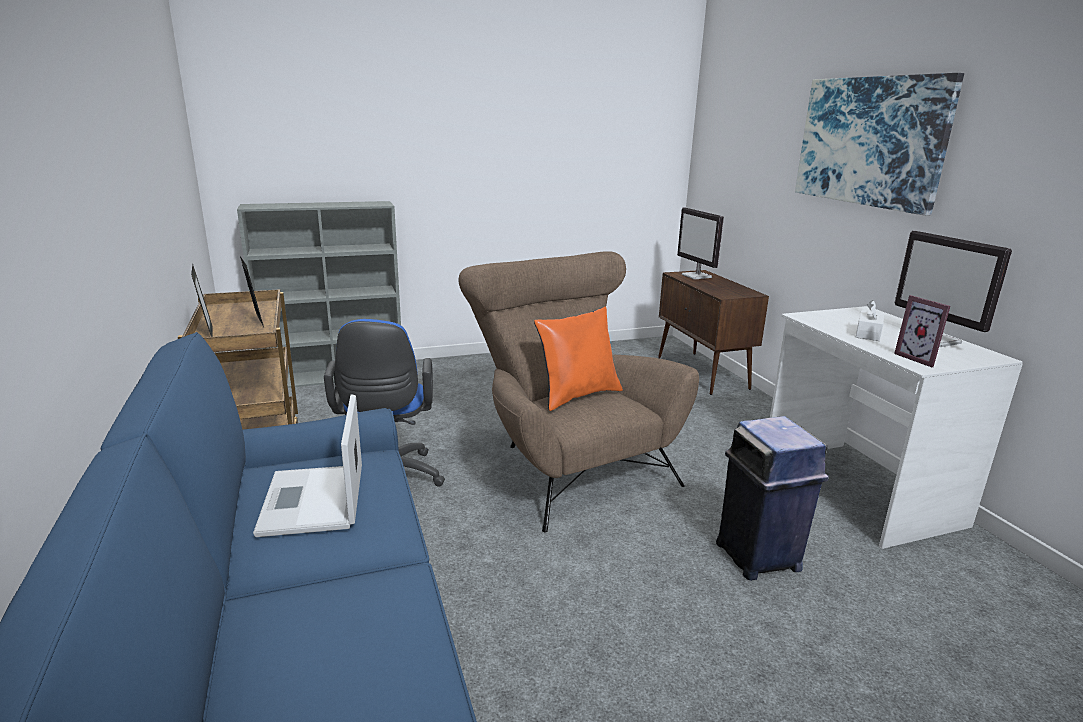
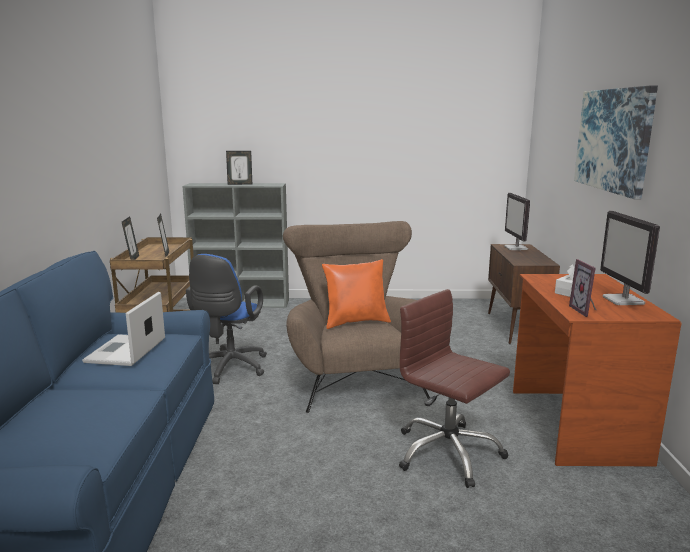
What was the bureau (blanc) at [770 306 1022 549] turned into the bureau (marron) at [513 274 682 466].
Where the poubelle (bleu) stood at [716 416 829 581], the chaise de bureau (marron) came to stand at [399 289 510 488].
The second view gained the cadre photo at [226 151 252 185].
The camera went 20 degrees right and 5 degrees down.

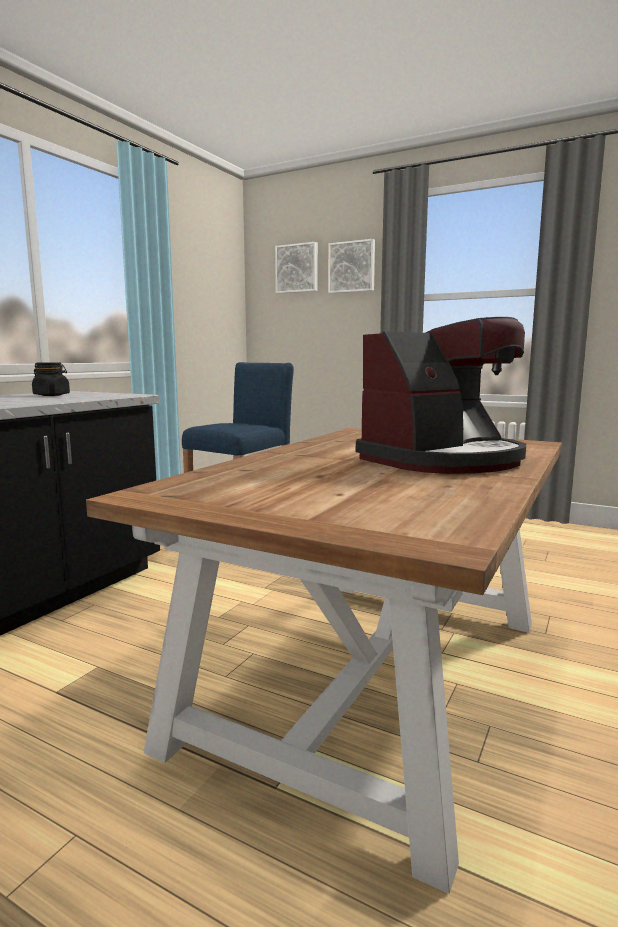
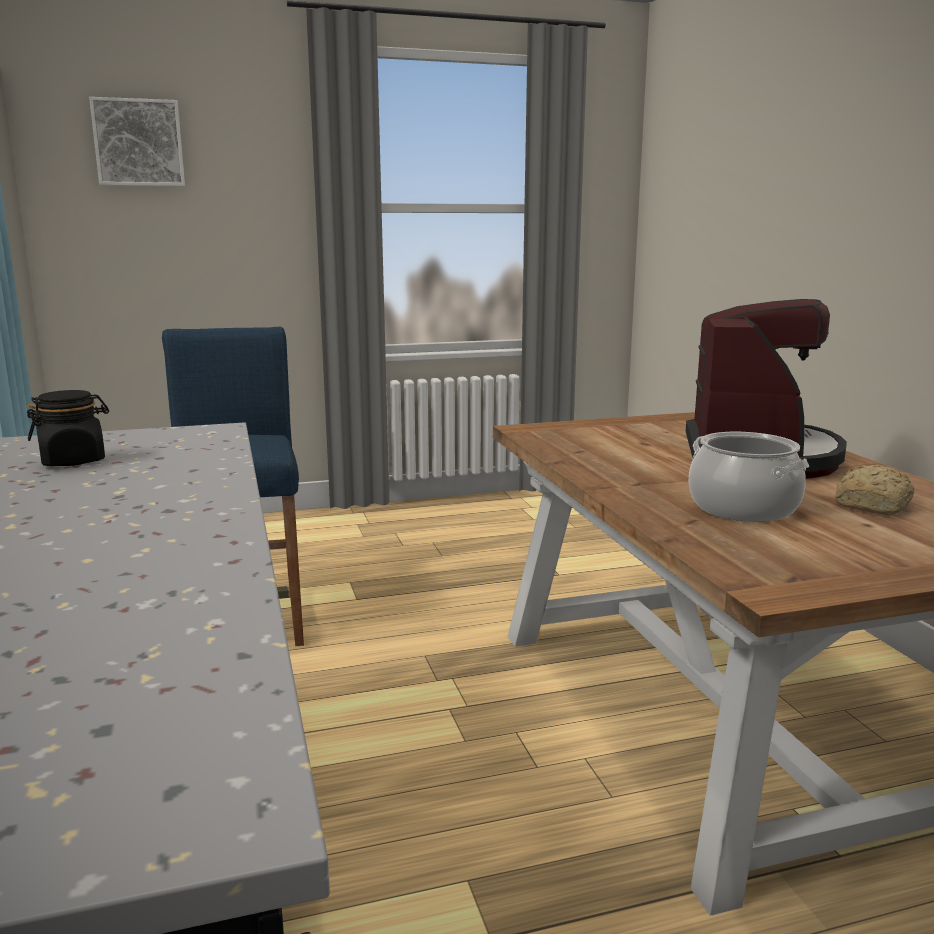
The second view lost the tableau at [328 239 375 293].
The second view gained the marmite at [689 432 809 522].
The second view gained the pain at [835 465 914 515].
The camera went 45 degrees left and 5 degrees up.

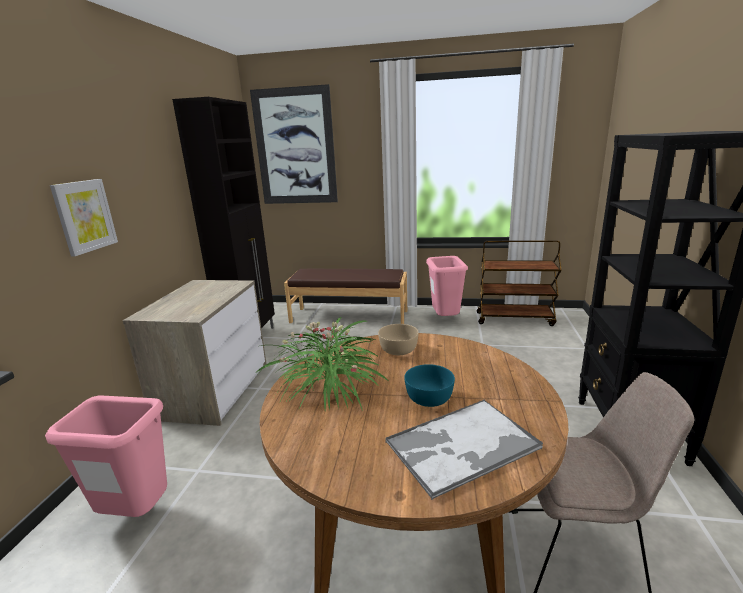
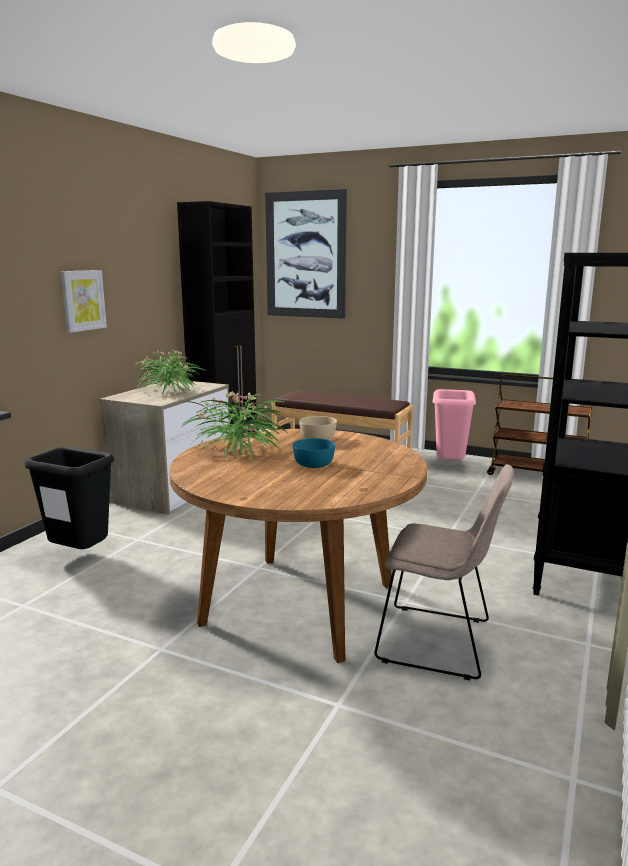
What was the poubelle (rose) at [45 396 167 517] turned into the poubelle (noir) at [25 446 114 549].
The second view lost the plateau at [385 399 543 500].
The second view gained the plante en pot at [136 349 206 395].
The camera went 15 degrees right and 5 degrees down.

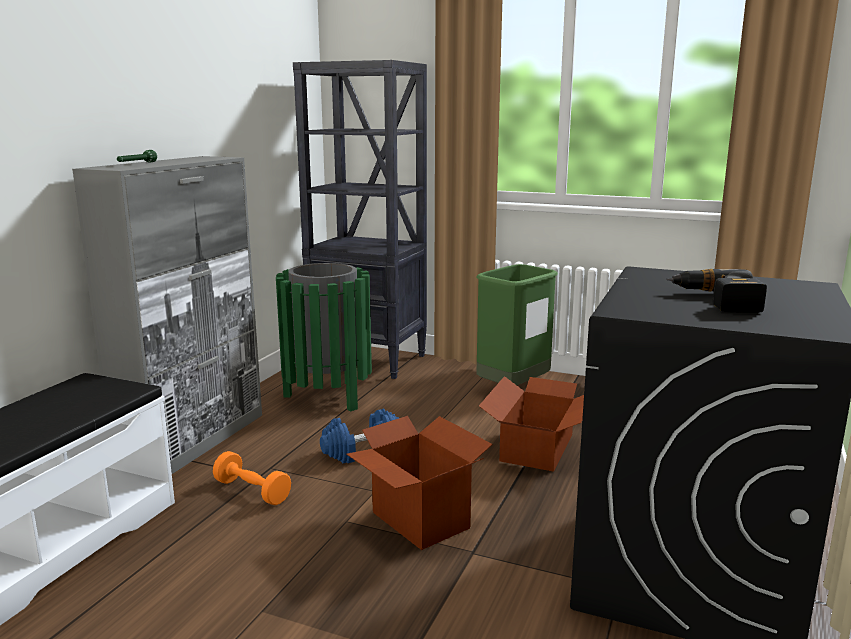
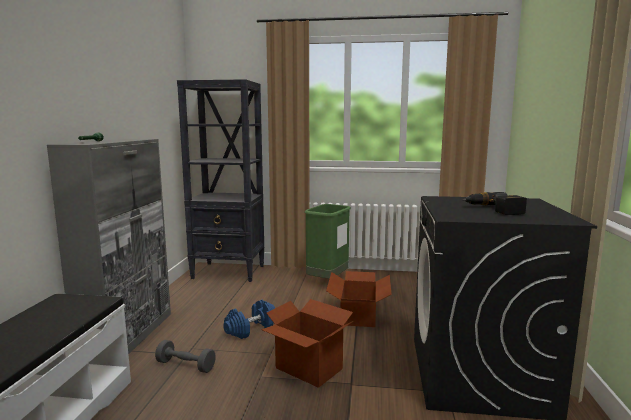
The second view lost the poubelle (vert) at [276 263 372 412].
What was the haltère (orange) at [213 451 291 505] turned into the haltère (gris) at [155 340 216 373].
The camera went 15 degrees left and 5 degrees down.

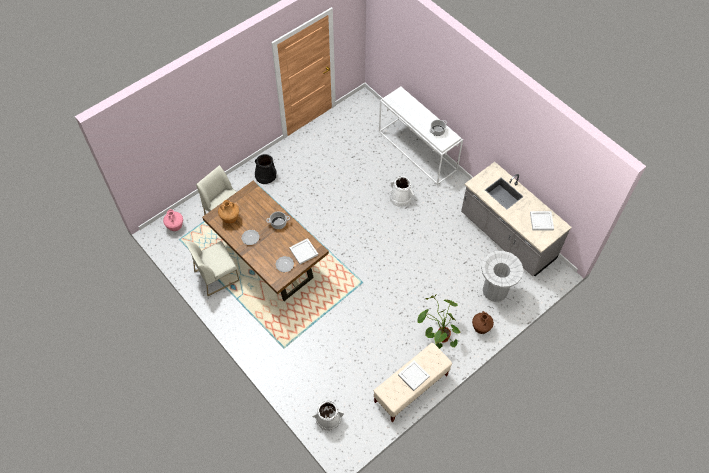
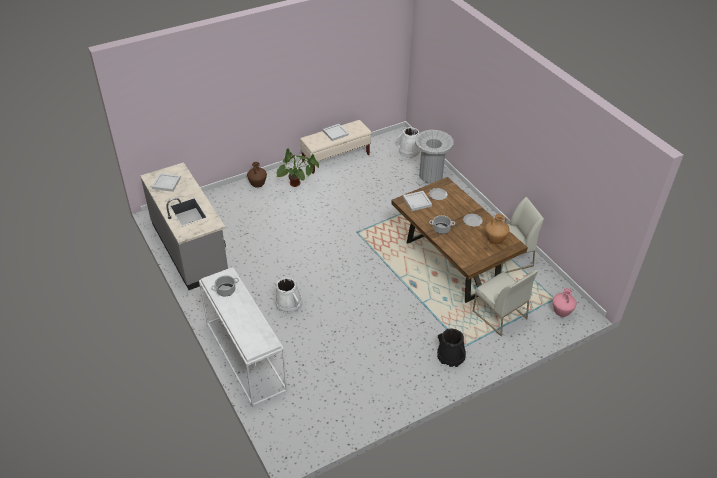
The poubelle (gris) ended up elsewhere, having gone from [477 251 523 308] to [414 130 454 186].
The camera went 170 degrees left and 15 degrees down.

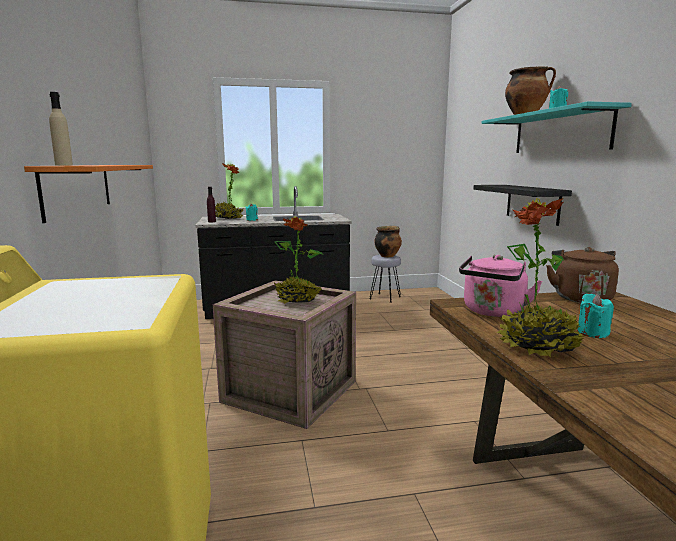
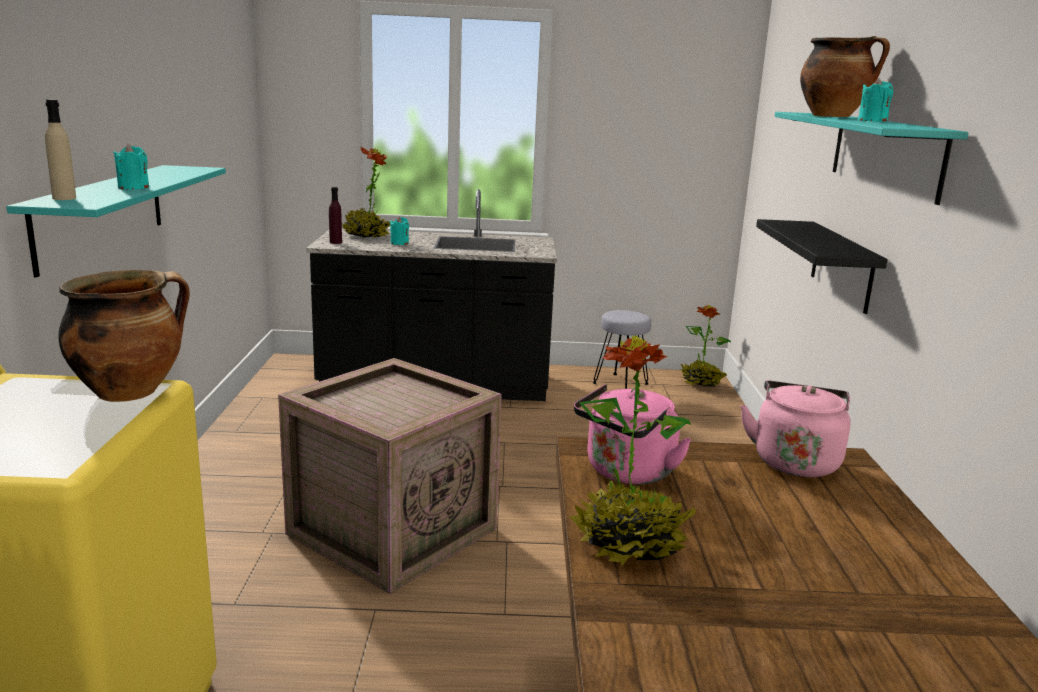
What was the étagère (orange) at [24 165 153 223] turned into the étagère (turquoise) at [6 165 226 277].
The plante en pot ended up elsewhere, having gone from [274 216 322 304] to [681 305 731 386].
The marmite ended up elsewhere, having gone from [374 226 402 257] to [58 270 190 402].
What was the bouilloire (marron) at [546 247 619 303] turned into the bouilloire (rose) at [740 380 851 477].
The bougie (turquoise) ended up elsewhere, having gone from [577 294 614 338] to [113 144 149 190].
The camera went 10 degrees right and 5 degrees up.

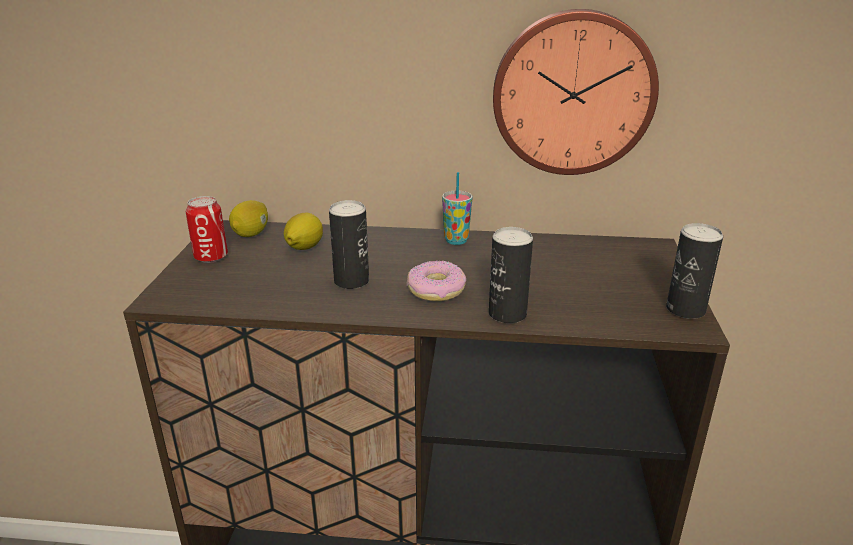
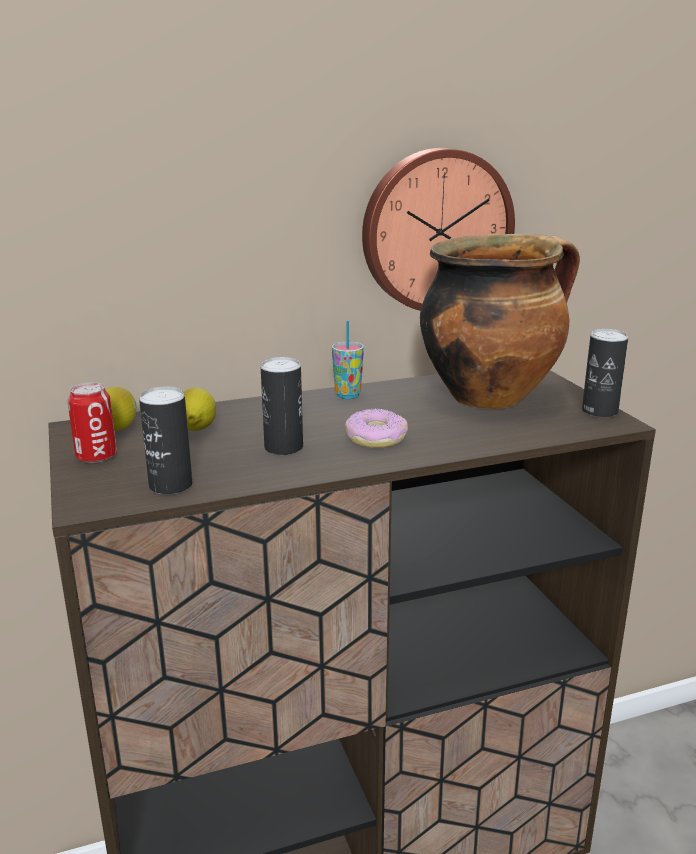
The boîte métallique ended up elsewhere, having gone from [489 227 533 323] to [139 387 192 495].
The second view gained the marmite at [420 234 580 409].
The camera went 25 degrees left and 5 degrees down.

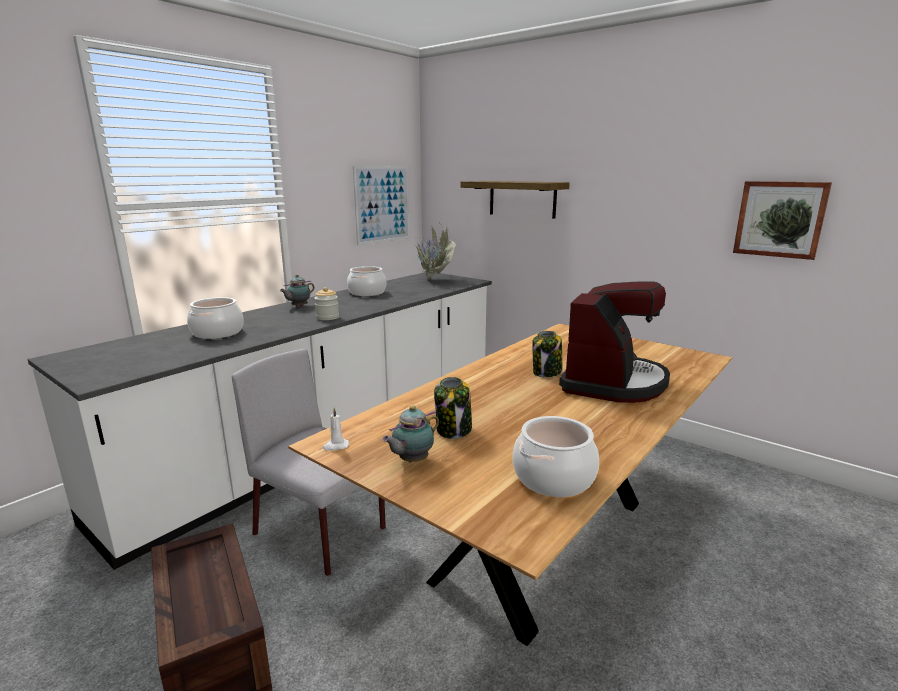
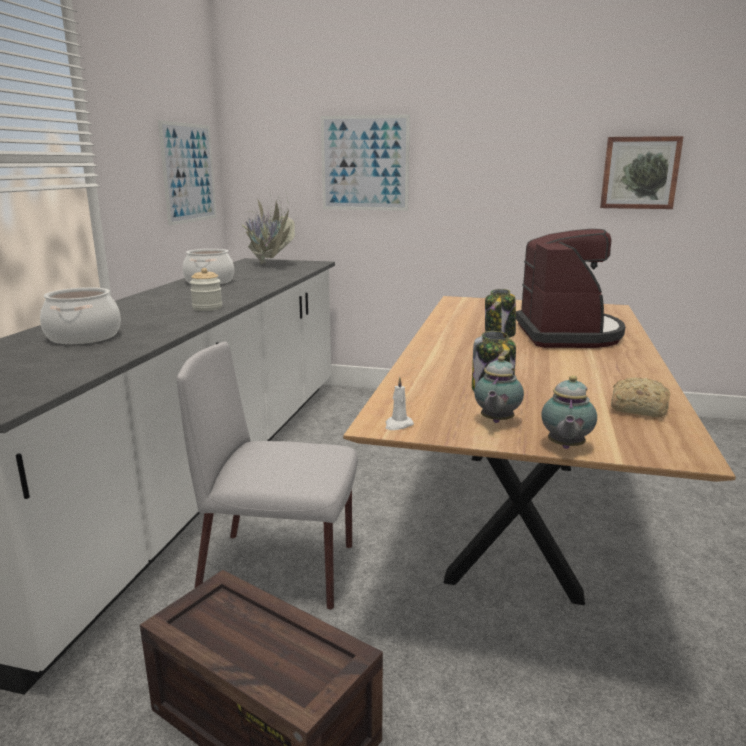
Where the étagère hung at [461 181 570 219], the tableau came to hang at [321 114 410 211].
The théière ended up elsewhere, having gone from [280 275 314 307] to [541 376 597 449].
Where the marmite stood at [513 416 599 497], the pain came to stand at [611 378 670 417].
The camera went 25 degrees left and 0 degrees up.

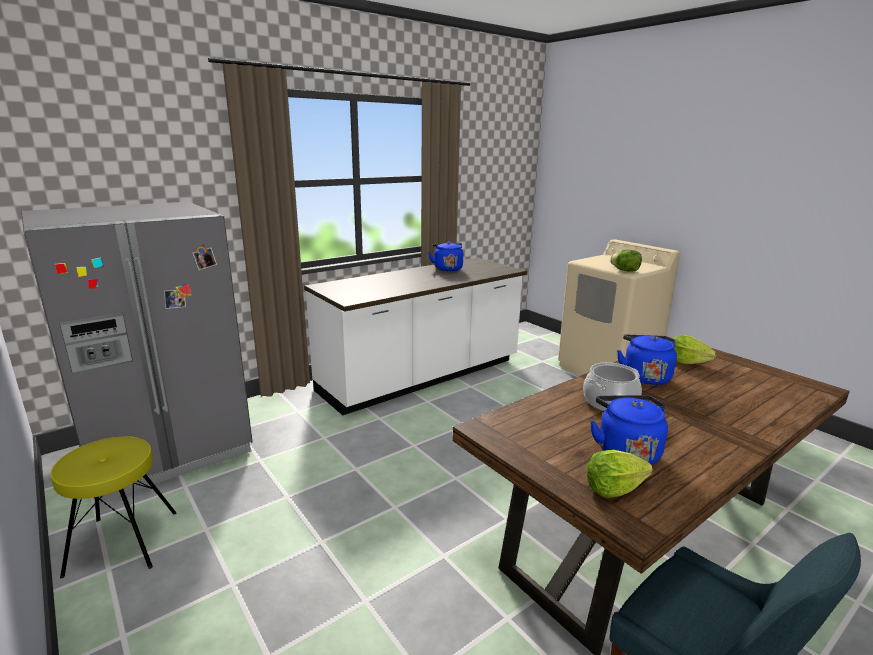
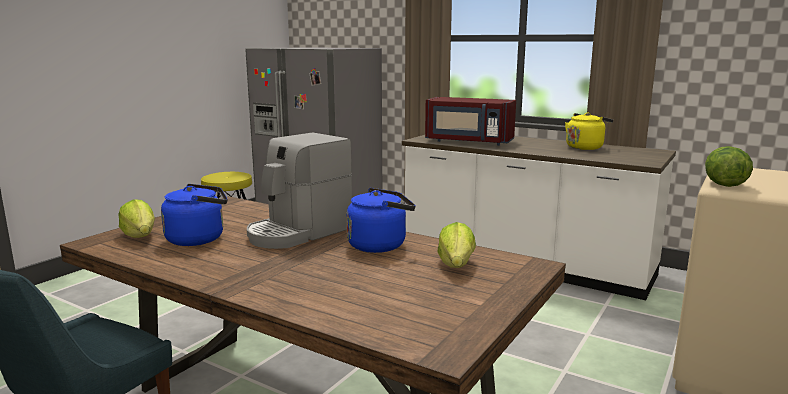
What was the bouilloire (bleu) at [428 242 463 272] turned into the bouilloire (jaune) at [565 112 613 150].
Where the marmite stood at [583 362 642 411], the machine à café came to stand at [247 133 352 249].
The second view gained the micro-ondes (rouge) at [425 97 516 146].
The camera went 70 degrees right and 5 degrees down.

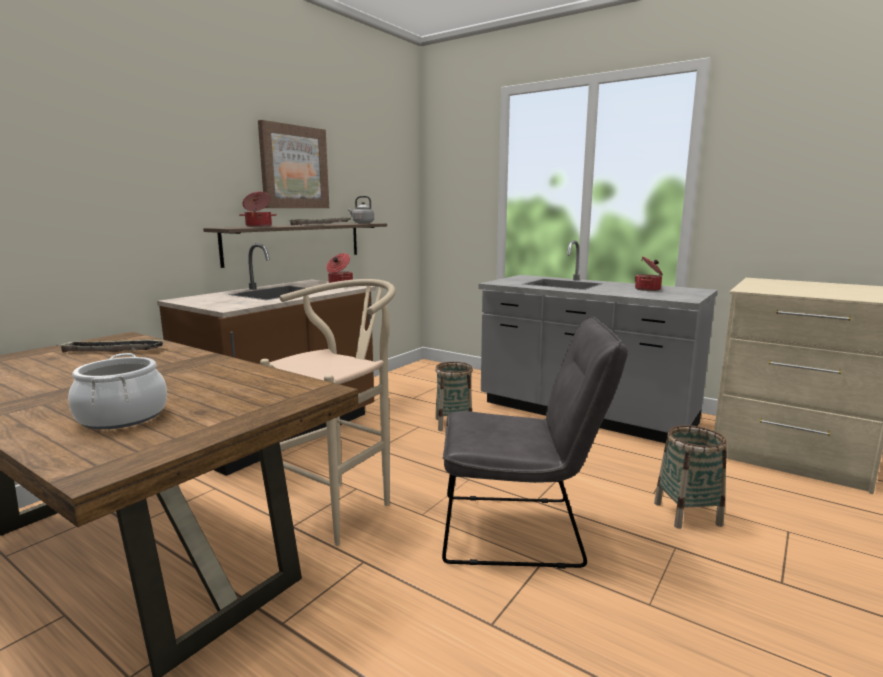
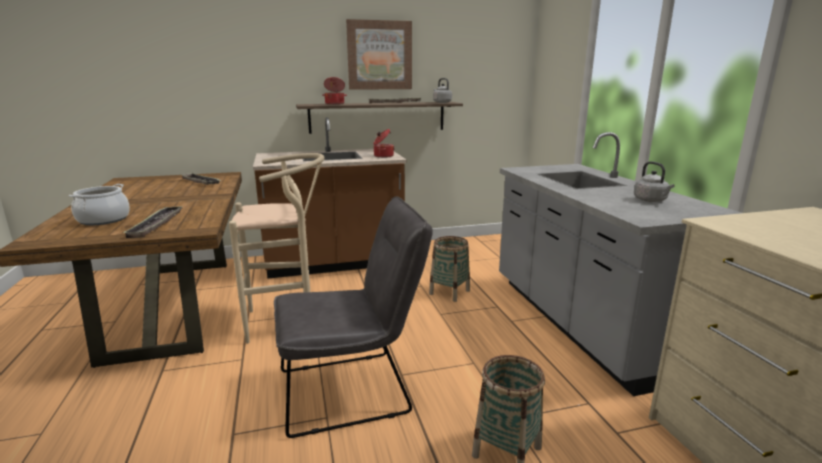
Where the marmite stood at [635 256 663 291], the bouilloire (gris) came to stand at [634 161 675 202].
The chaise (gris) at [442 316 628 569] ended up facing another way, 60 degrees counterclockwise from before.
The second view gained the plateau at [122 206 183 238].
The camera went 40 degrees right and 5 degrees up.

